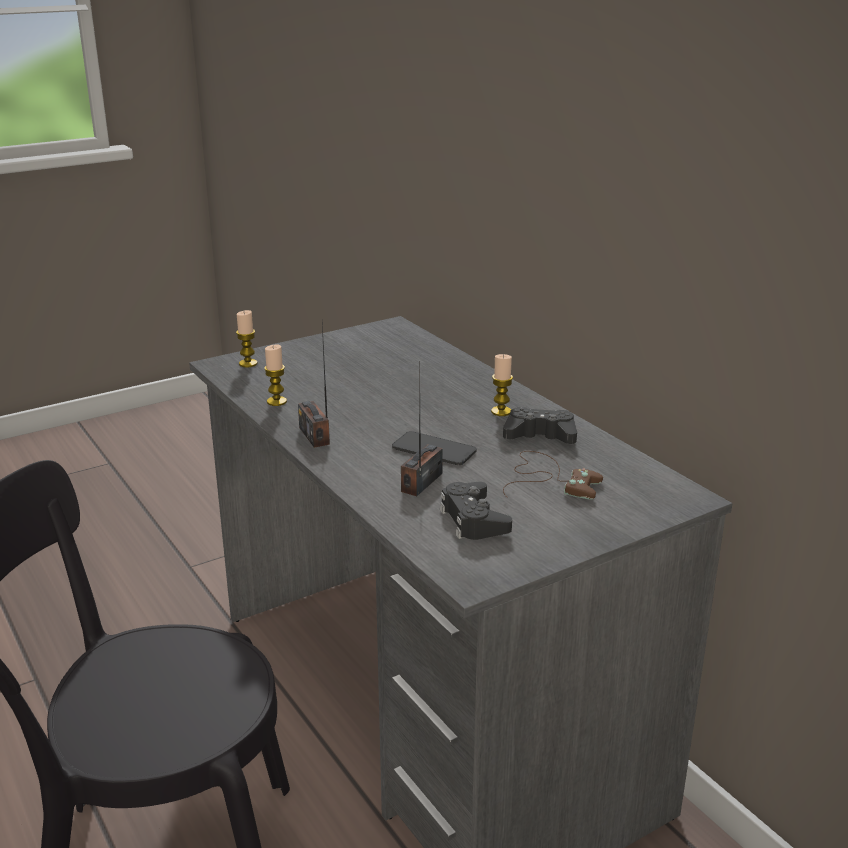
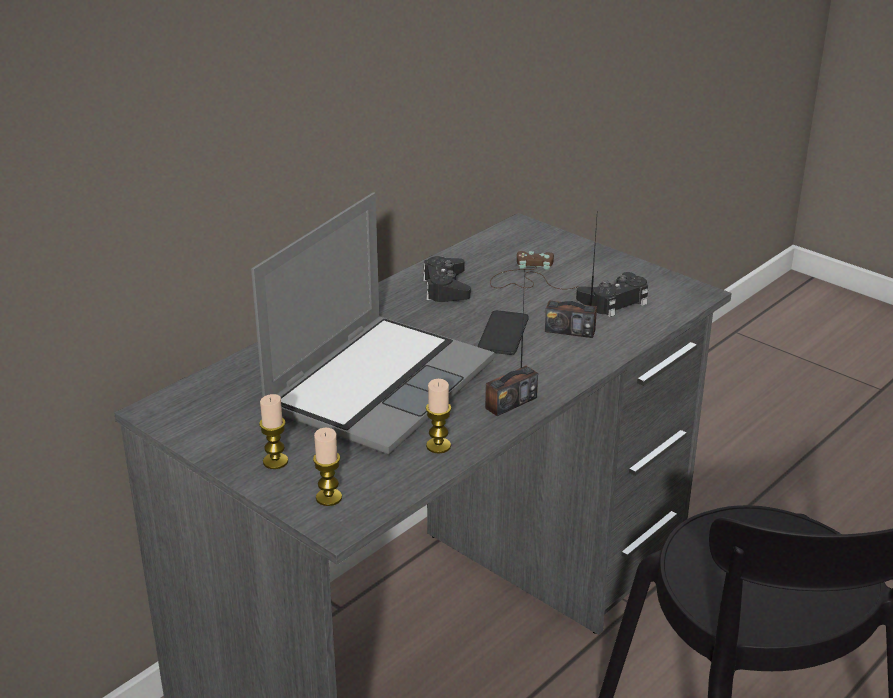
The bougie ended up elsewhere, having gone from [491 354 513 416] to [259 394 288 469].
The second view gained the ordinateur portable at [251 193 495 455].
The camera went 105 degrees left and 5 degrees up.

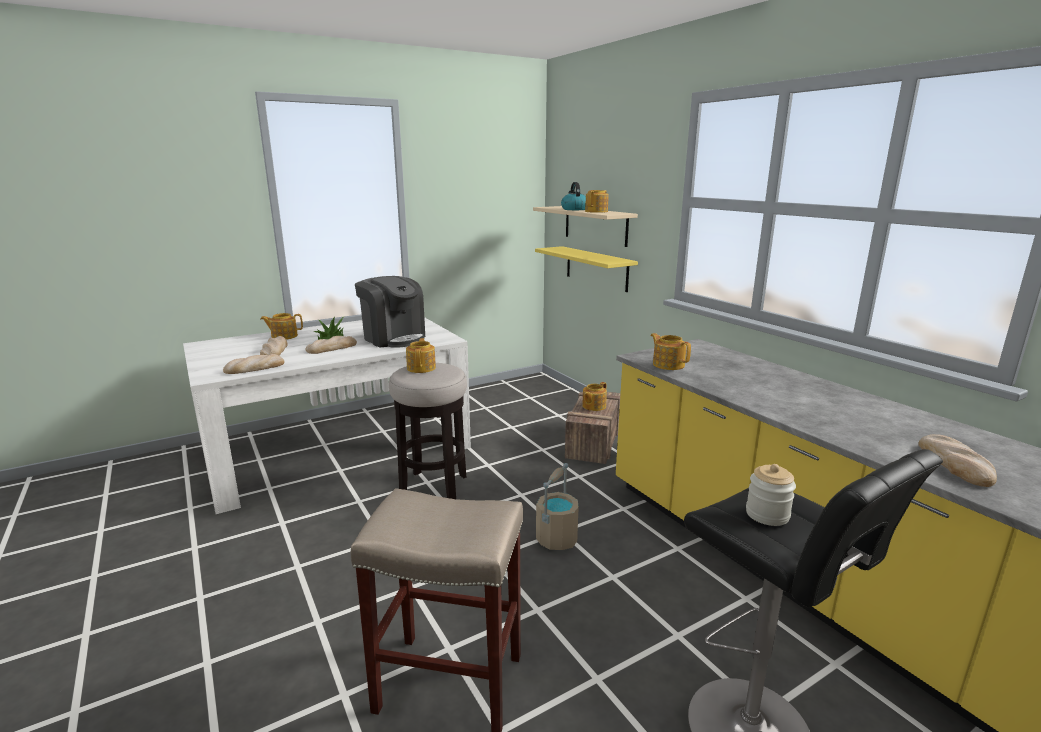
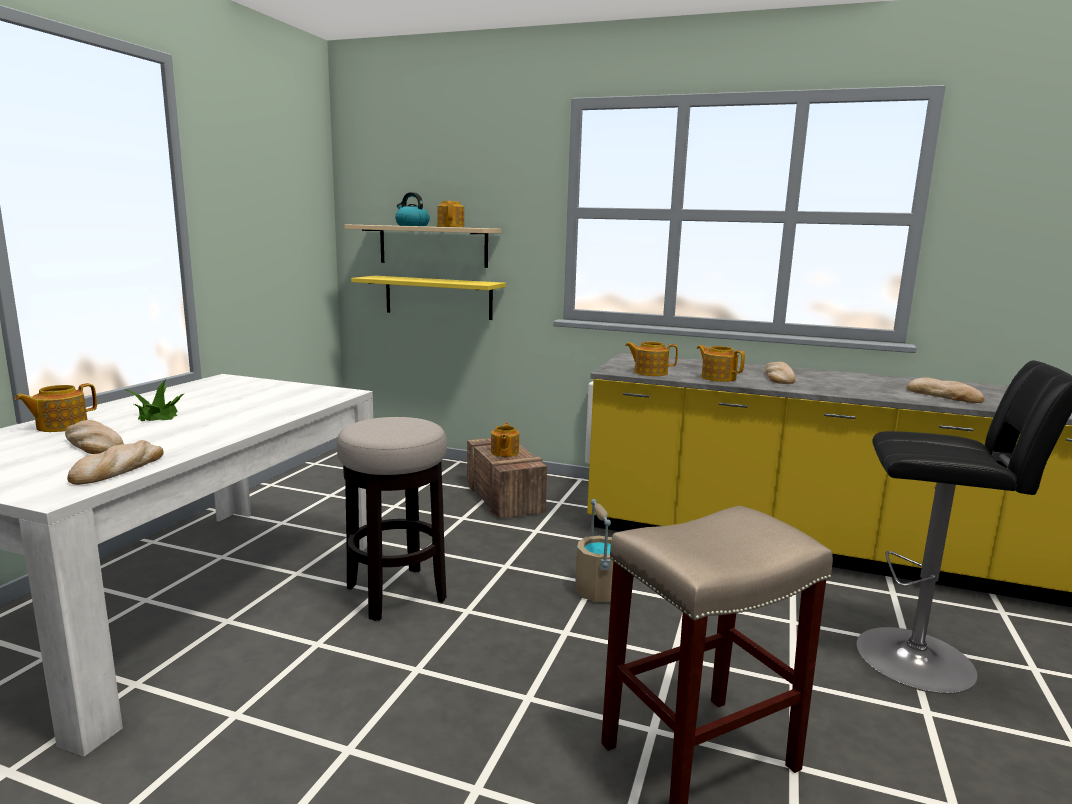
The second view lost the machine à café at [355 276 425 348].
The pain ended up elsewhere, having gone from [306 336 357 354] to [765 362 796 384].
The théière ended up elsewhere, having gone from [406 338 436 373] to [697 345 745 382].
The second view lost the bocal at [746 464 796 526].
The camera went 40 degrees left and 5 degrees down.

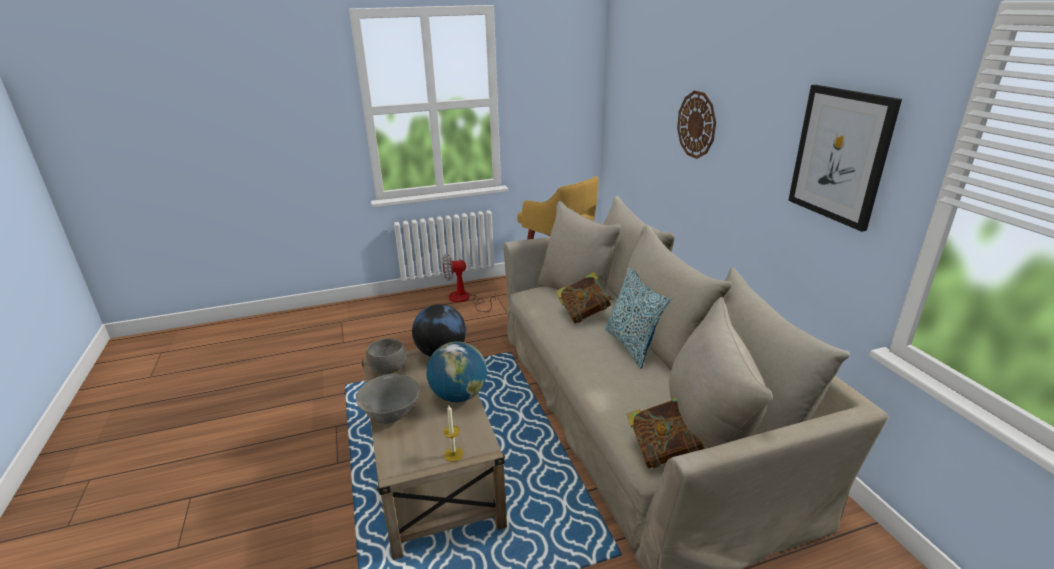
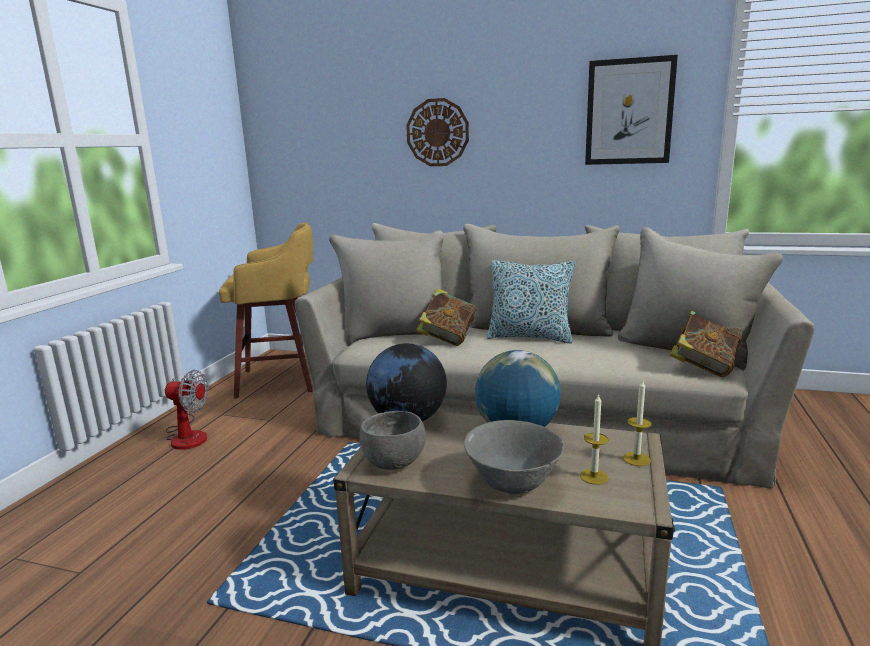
The ventilateur at [443 254 496 312] ended up facing another way, 105 degrees counterclockwise from before.
The second view gained the bougie at [580 393 609 485].
The camera went 55 degrees left and 10 degrees down.

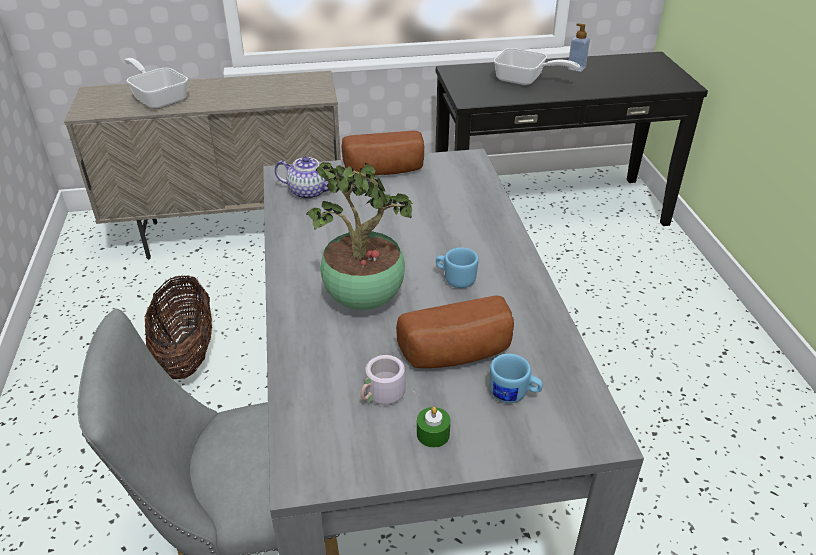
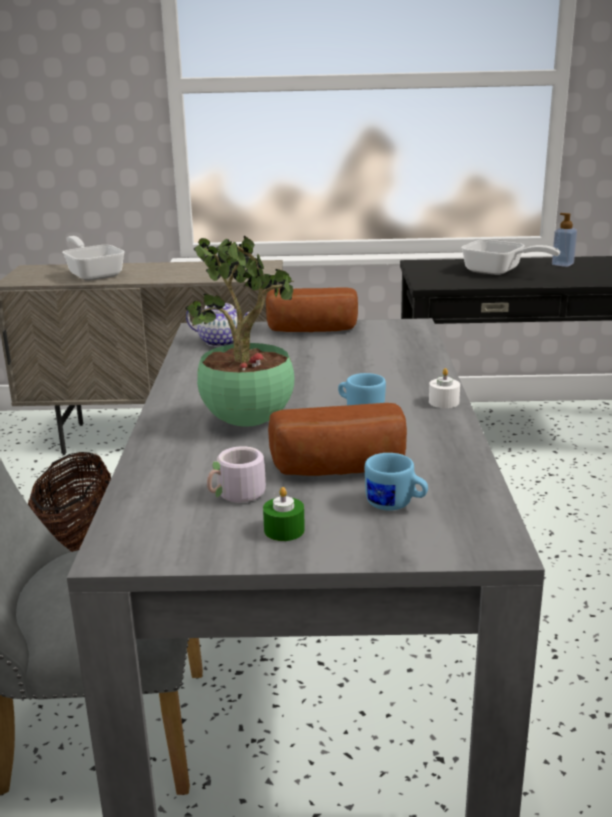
The second view gained the bougie (blanc) at [429 368 460 408].
The camera went 10 degrees right and 15 degrees down.

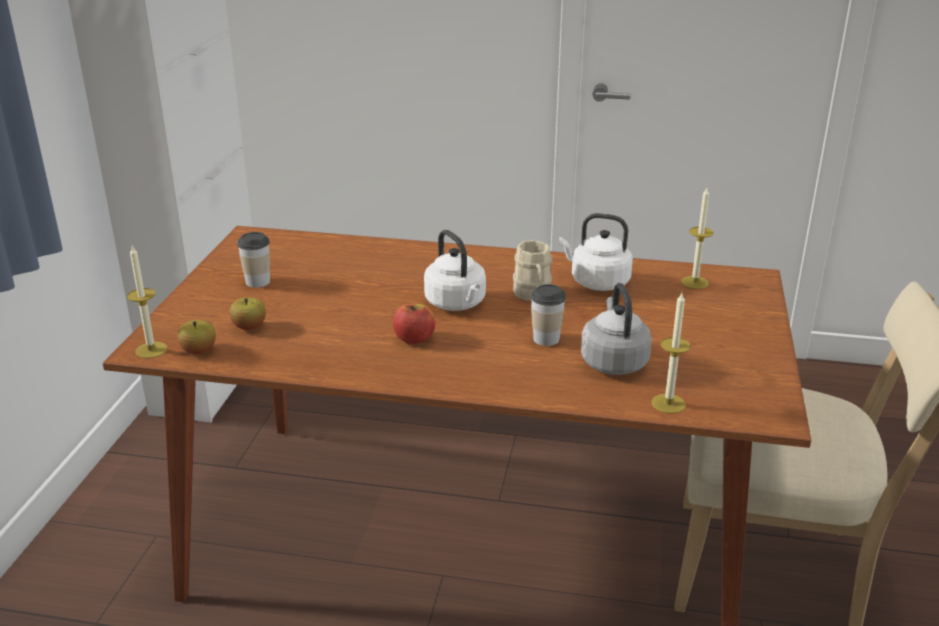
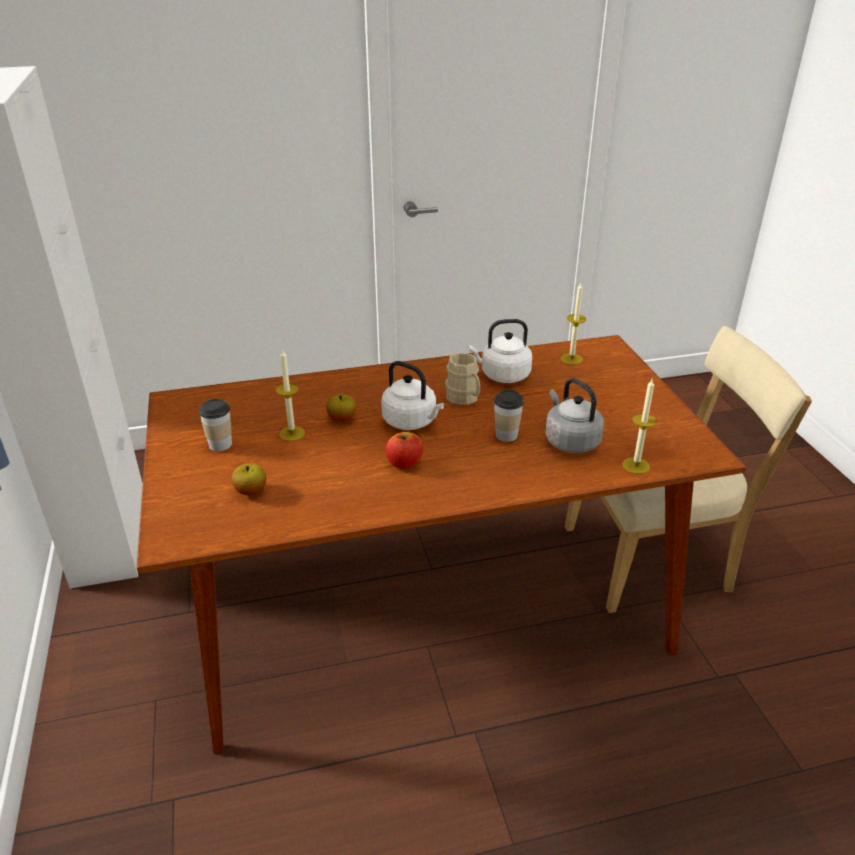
The bougie ended up elsewhere, having gone from [127 246 167 359] to [276 349 305 441].
The pomme ended up elsewhere, having gone from [177 320 216 354] to [326 394 356 422].
The camera went 25 degrees left and 5 degrees up.

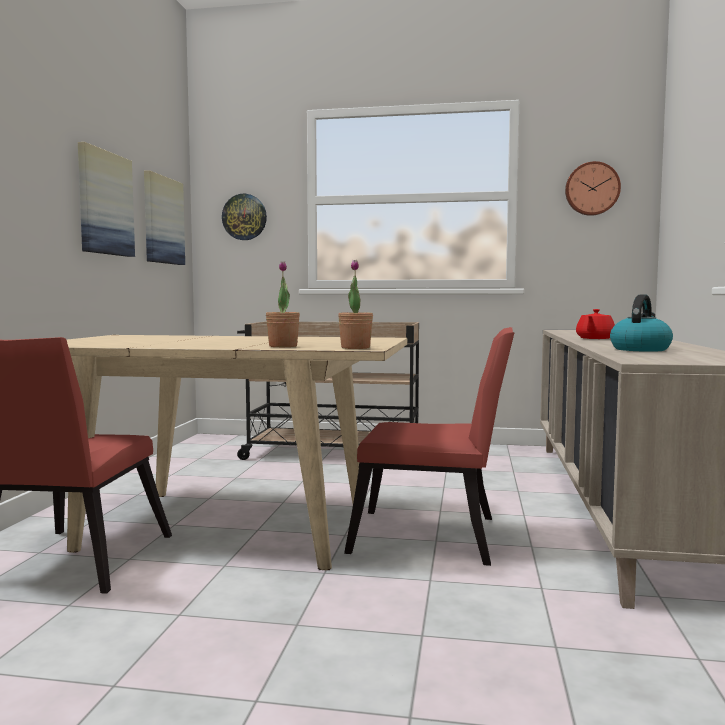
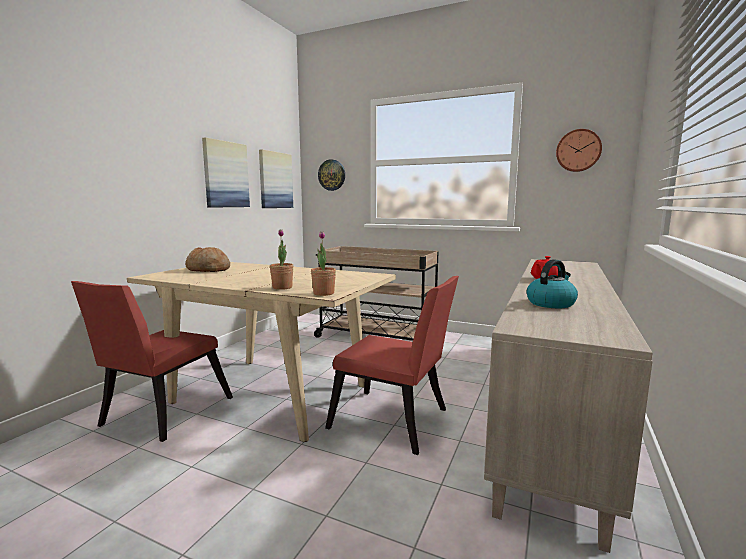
The second view gained the pain at [185 247 230 272].
The camera went 15 degrees right and 5 degrees up.

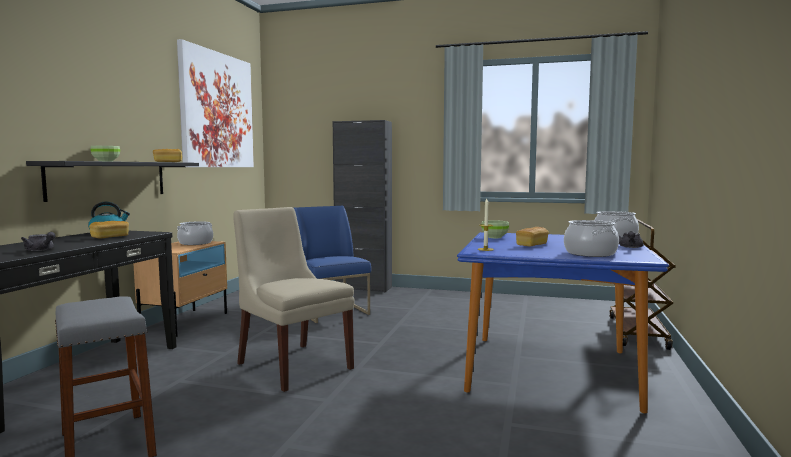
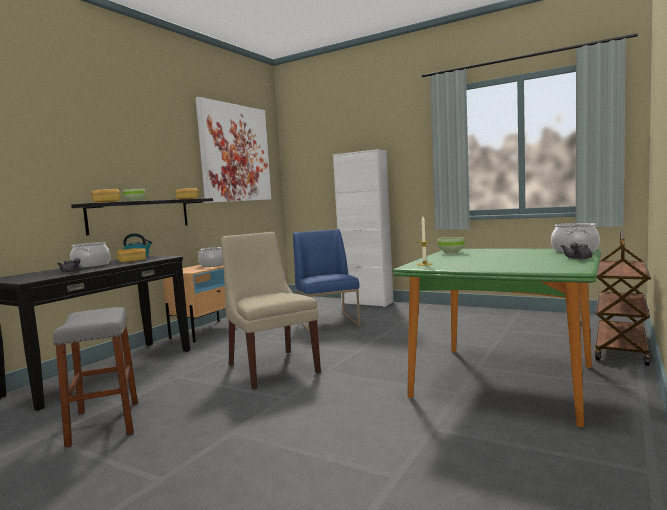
What was the meuble de rangement (noir) at [333 120 392 293] turned into the meuble de rangement (blanc) at [333 149 393 307].
The marmite ended up elsewhere, having gone from [564 220 619 257] to [70 242 111 268].
The pain ended up elsewhere, having gone from [516 227 549 246] to [91 189 120 202].
What was the table à manger (bleu) at [457 232 669 414] turned into the table à manger (vert) at [393 249 601 427].
The camera went 15 degrees right and 0 degrees up.

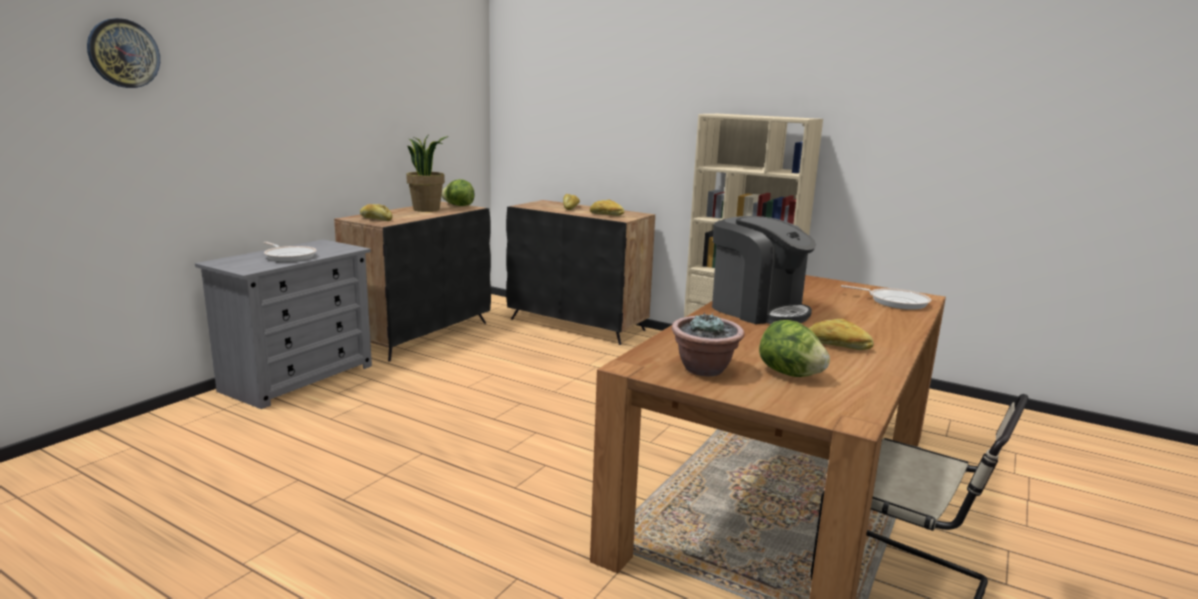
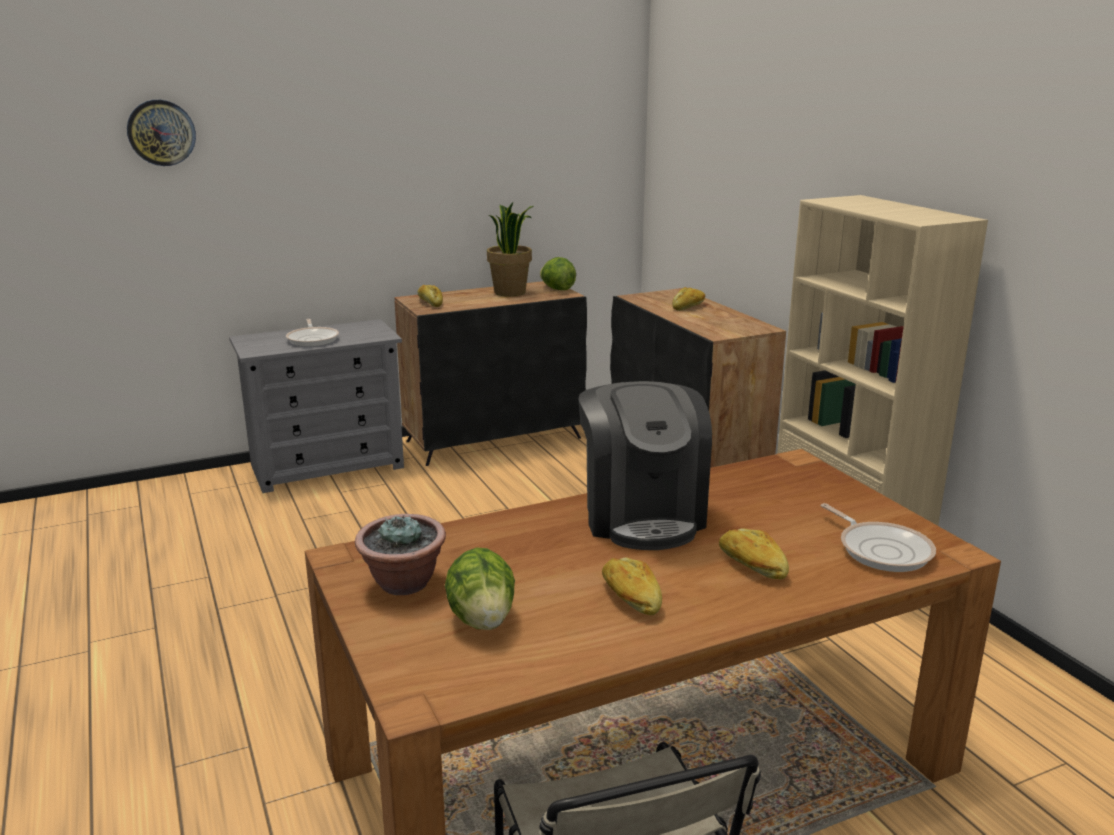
The pain ended up elsewhere, having gone from [590 200 624 216] to [719 528 789 580].
The camera went 35 degrees right and 5 degrees up.

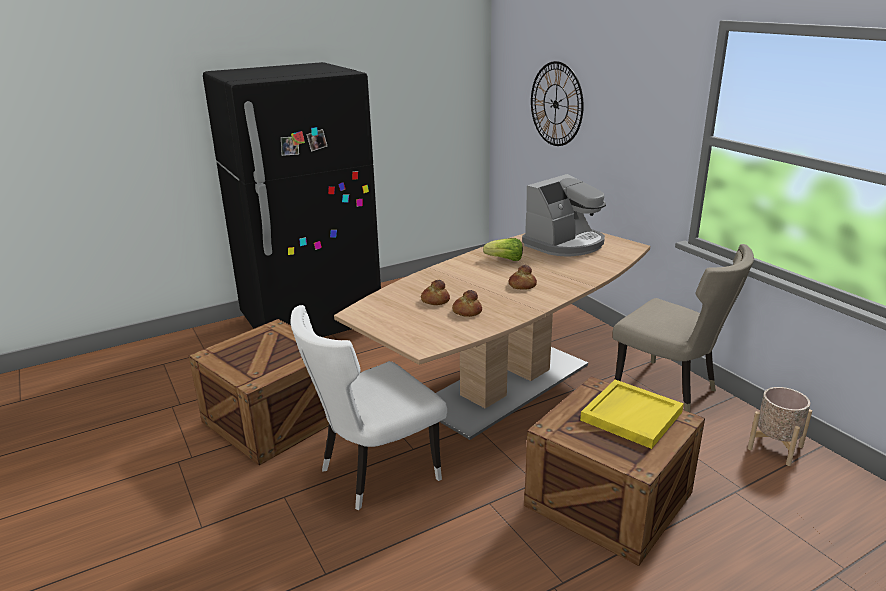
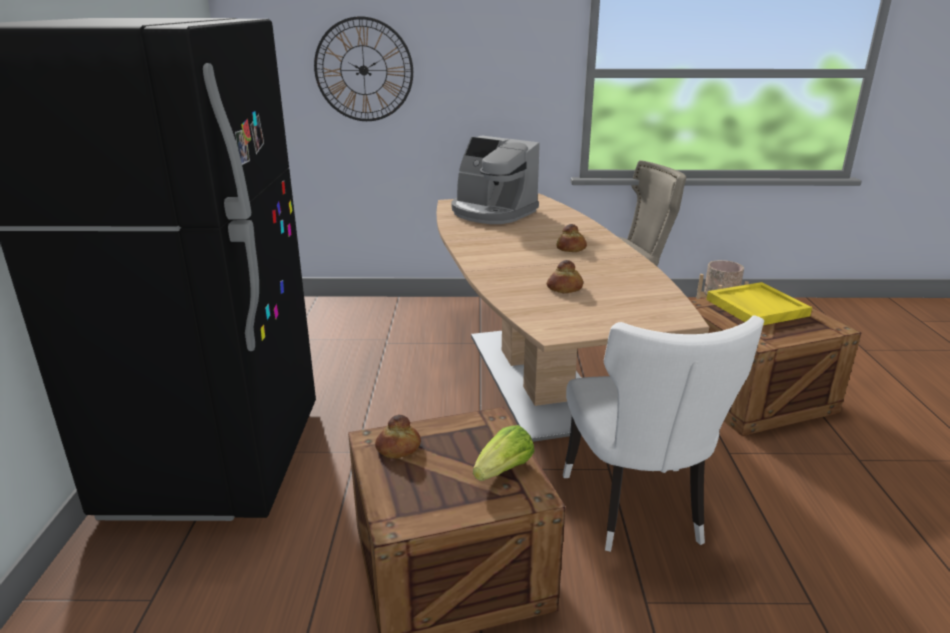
The machine à café at [522 174 606 257] ended up facing another way, 135 degrees clockwise from before.
The laitue ended up elsewhere, having gone from [483 238 523 261] to [473 425 534 481].
The pain ended up elsewhere, having gone from [452 290 482 317] to [375 415 421 459].
The camera went 60 degrees left and 0 degrees up.

